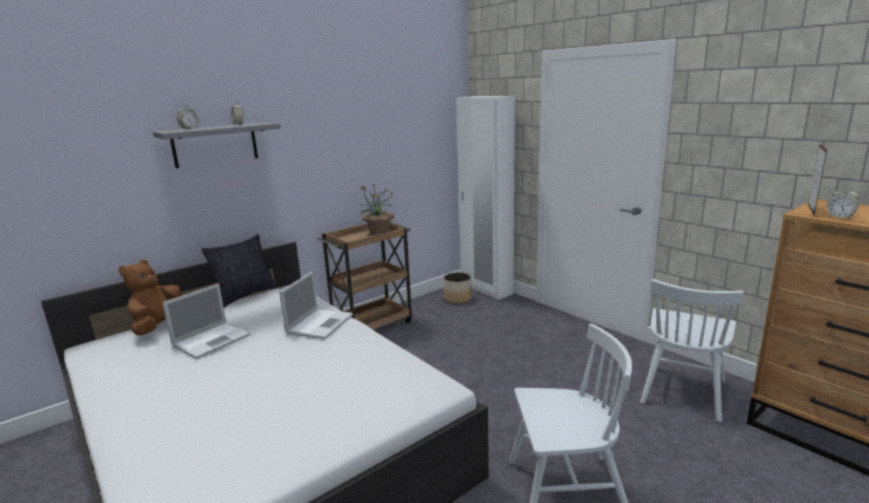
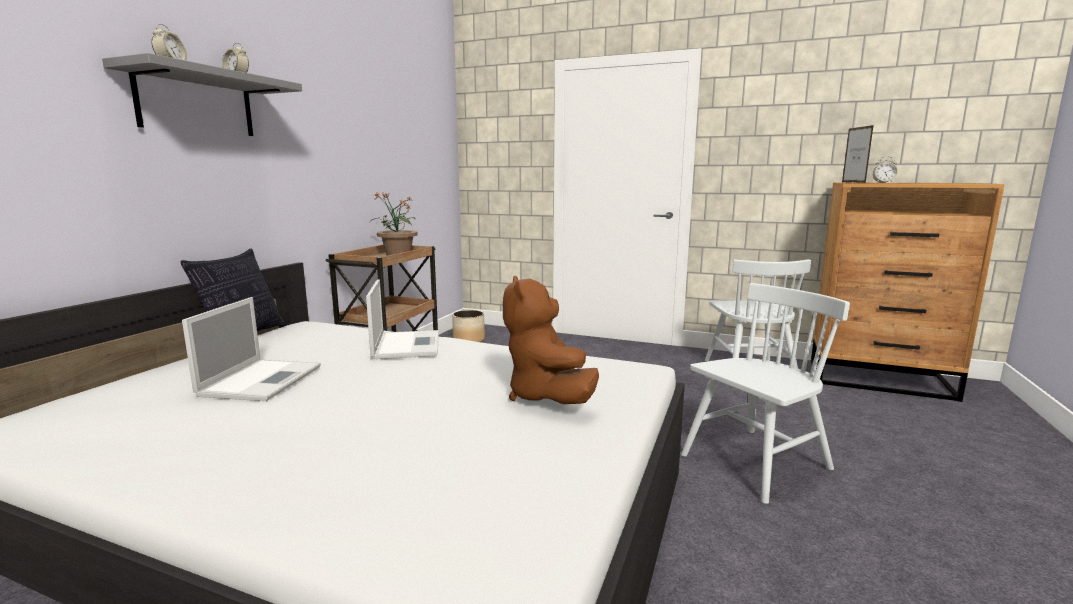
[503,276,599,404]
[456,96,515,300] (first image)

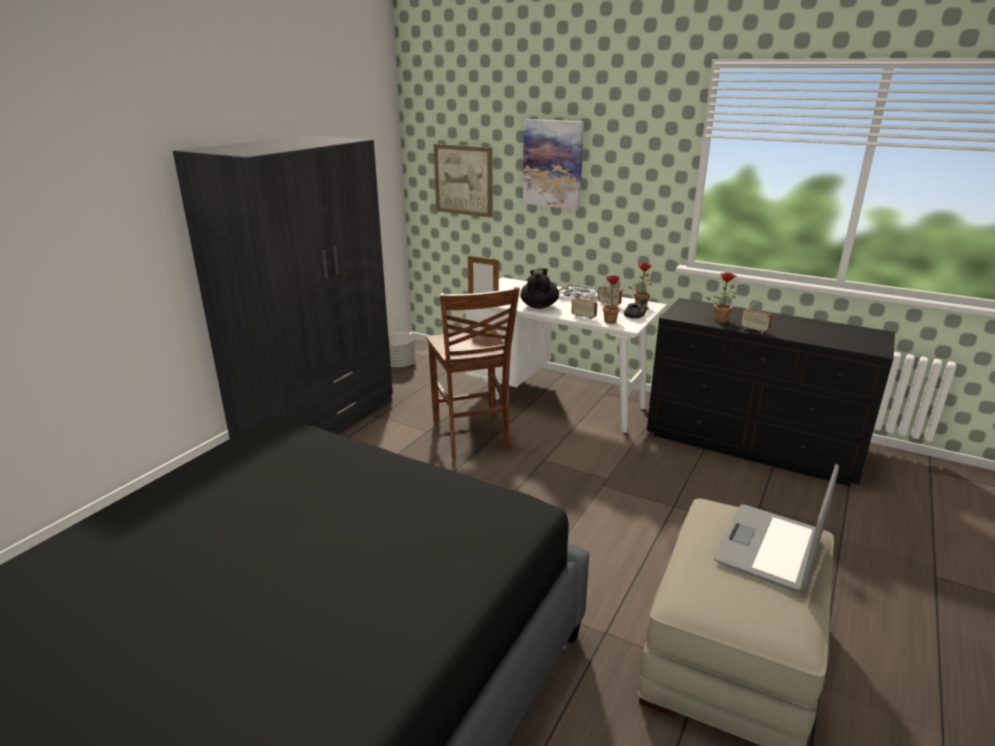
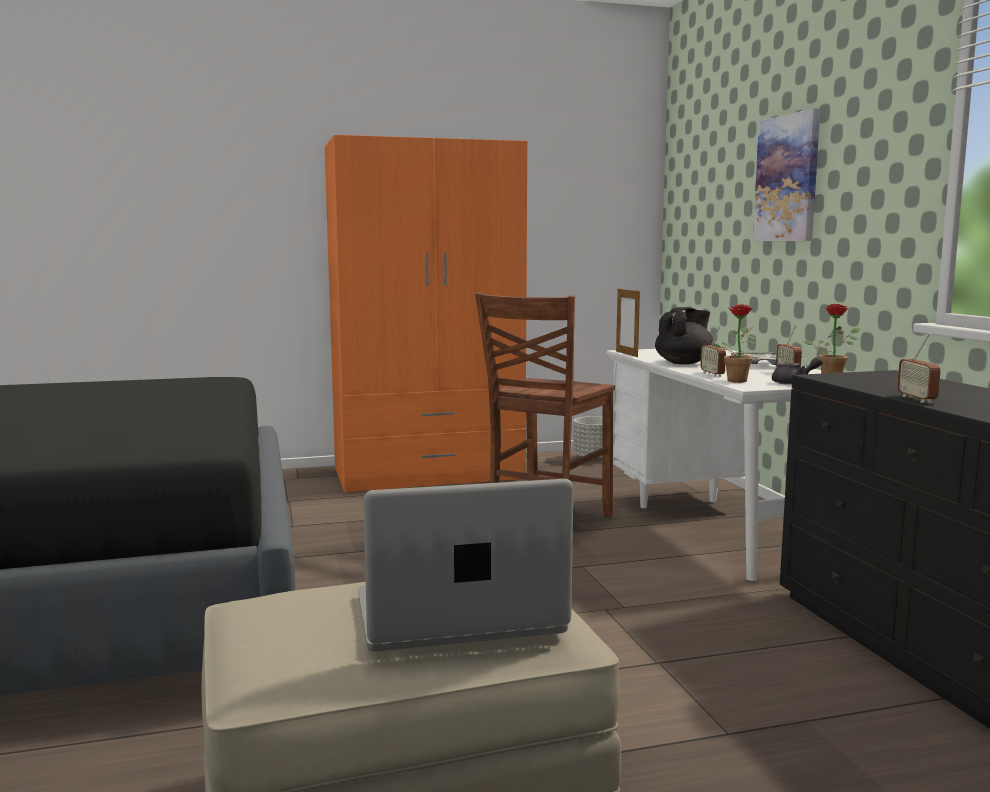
[325,135,528,493]
[434,144,493,217] (first image)
[706,273,737,323] (first image)

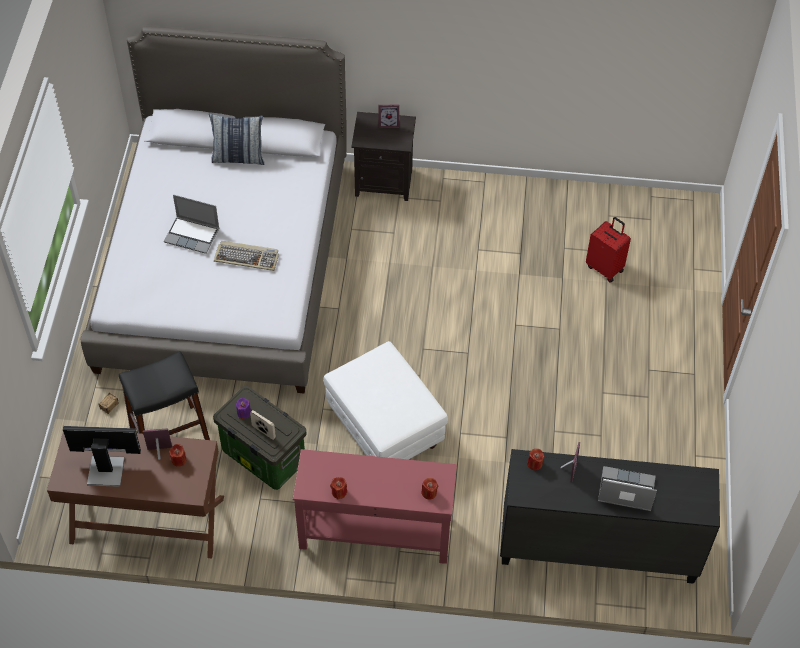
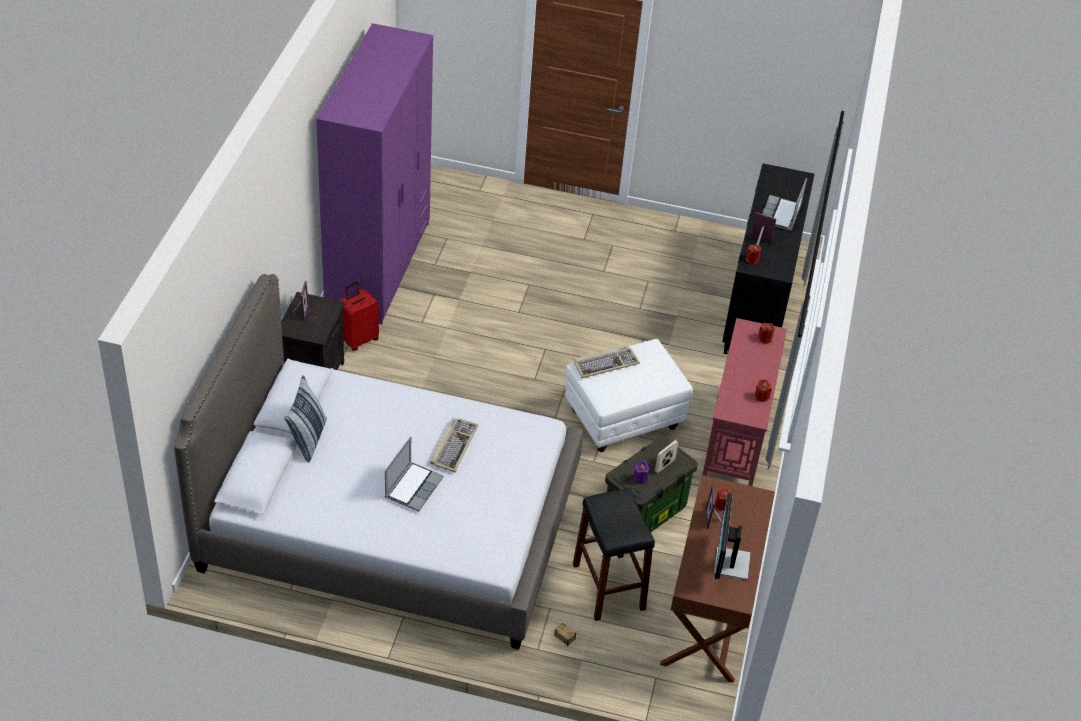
[316,23,433,324]
[339,281,379,351]
[574,345,640,378]

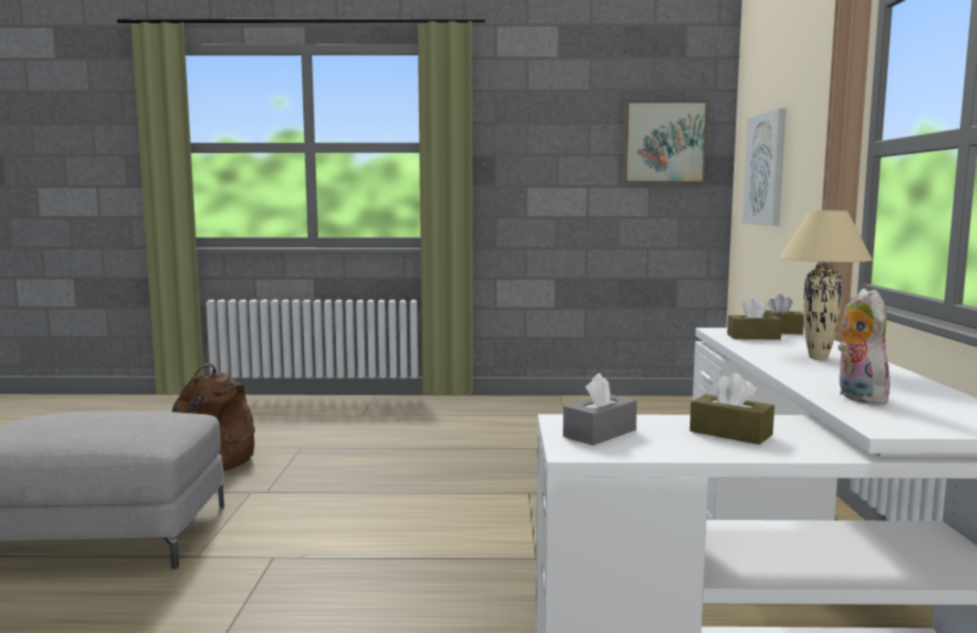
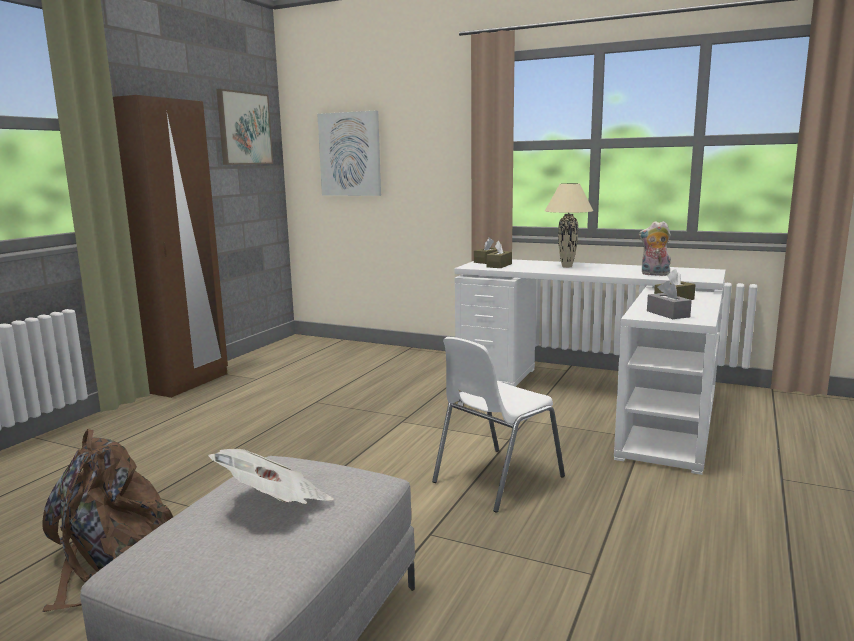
[113,95,228,398]
[208,449,334,504]
[432,337,565,513]

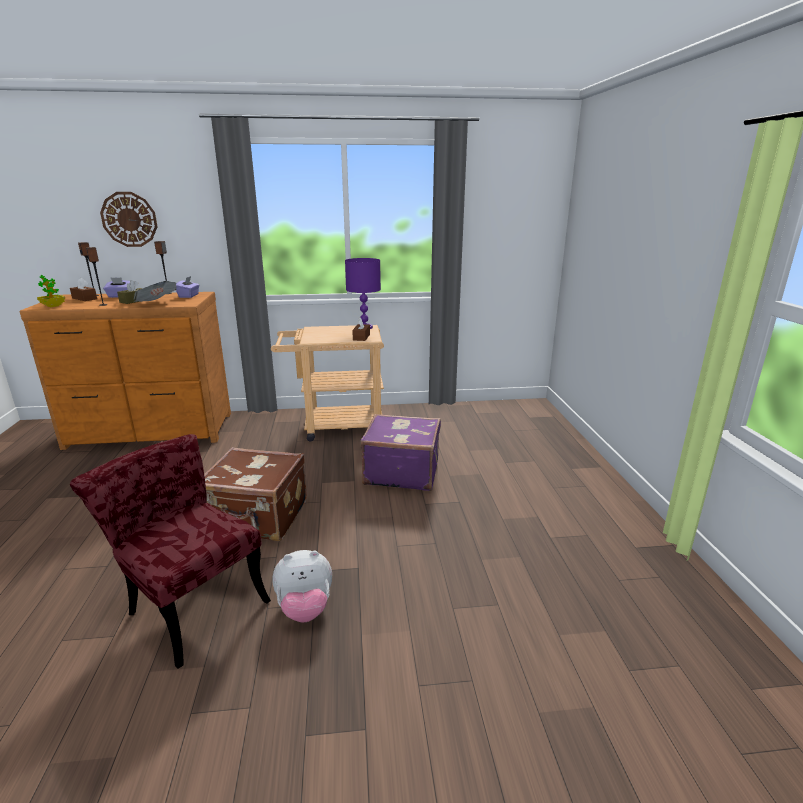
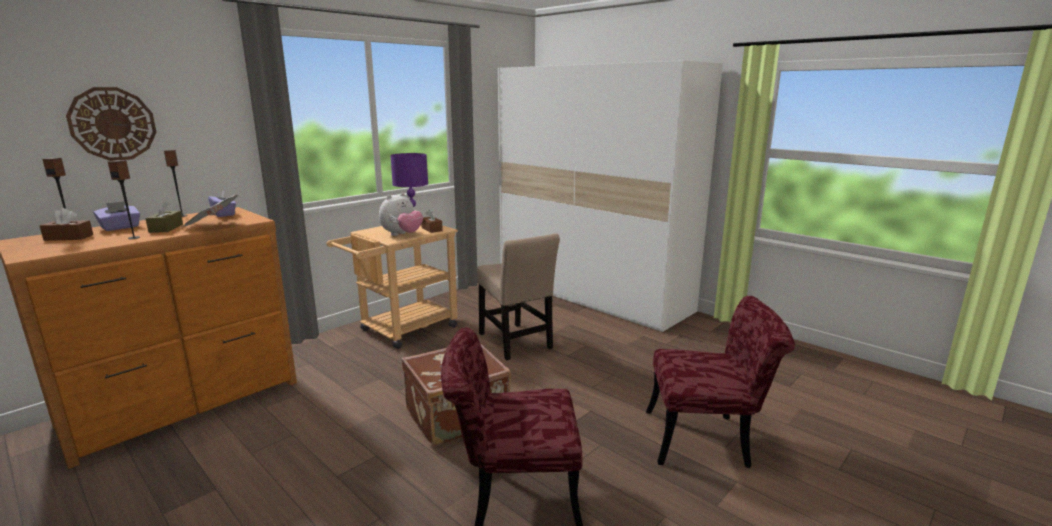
[379,193,423,236]
[477,233,560,360]
[498,60,723,332]
[646,296,795,468]
[37,275,65,307] (first image)

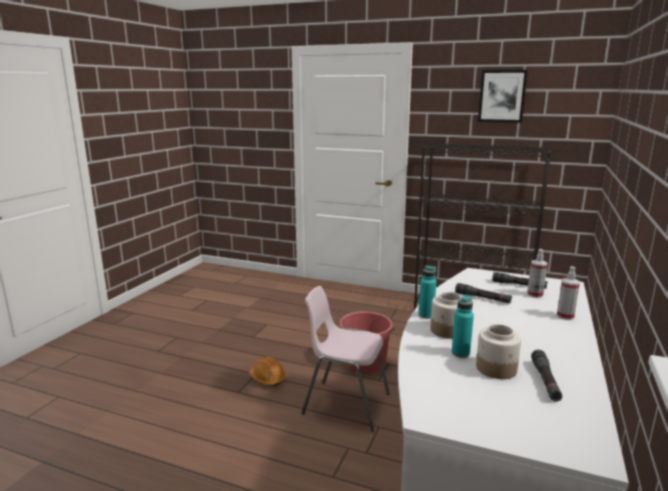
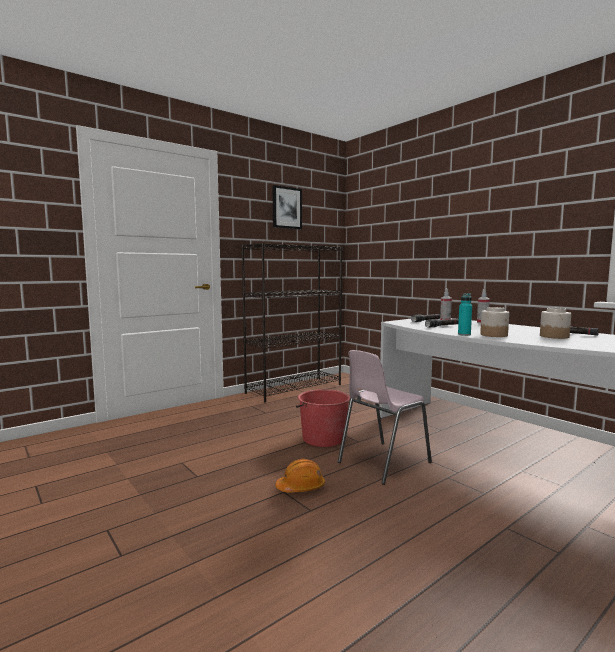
[452,295,474,358] (first image)

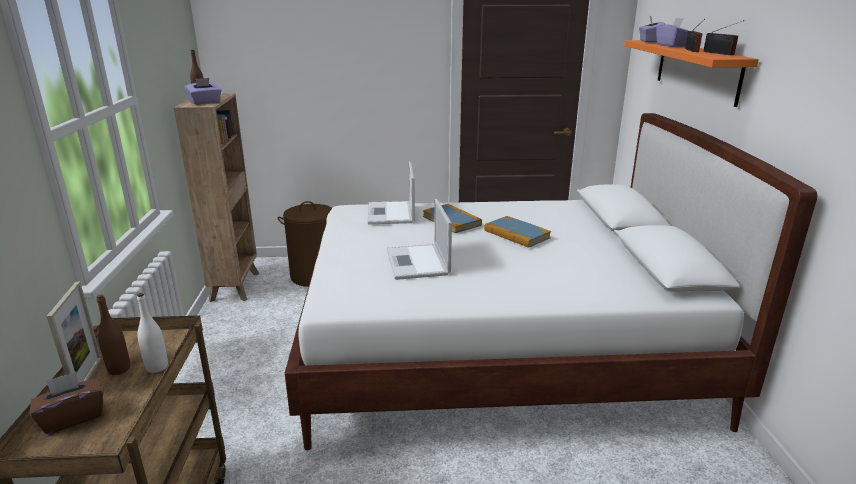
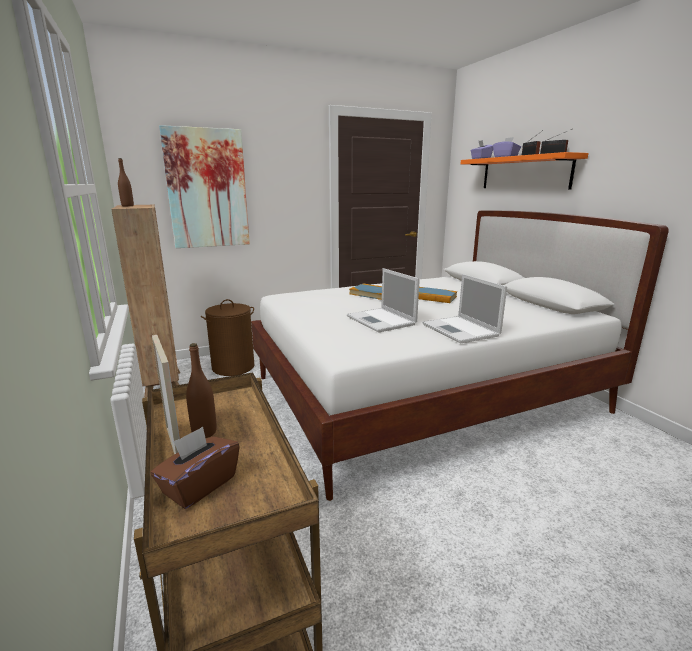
[159,125,250,248]
[422,274,507,344]
[137,293,168,373] (first image)
[184,78,222,104] (first image)

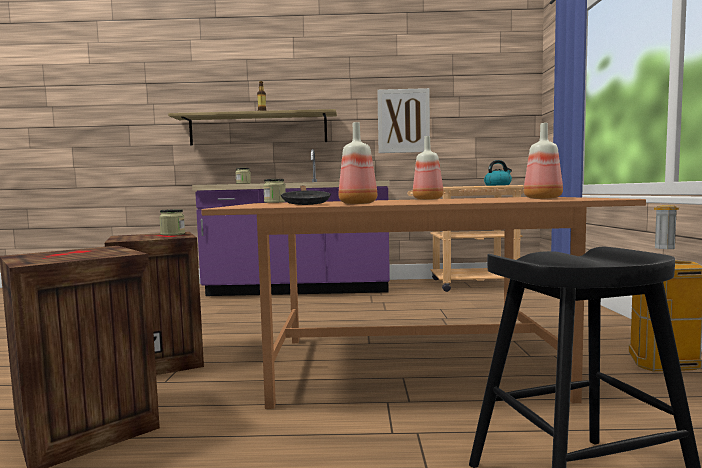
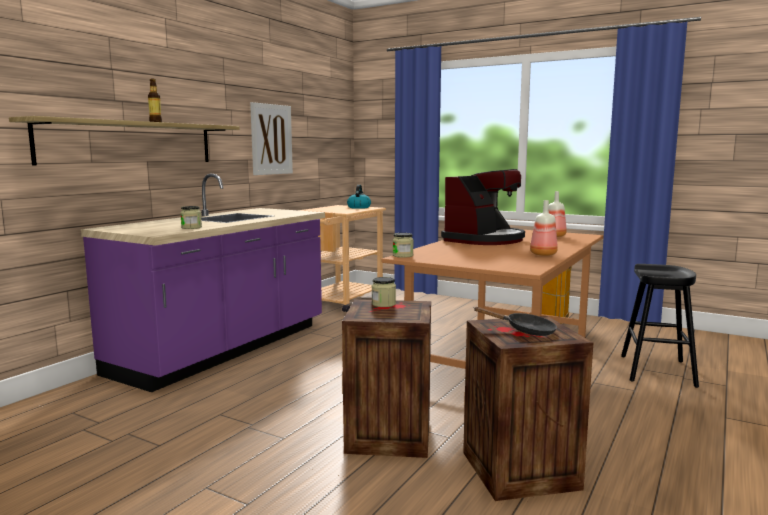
[441,169,525,245]
[473,307,557,336]

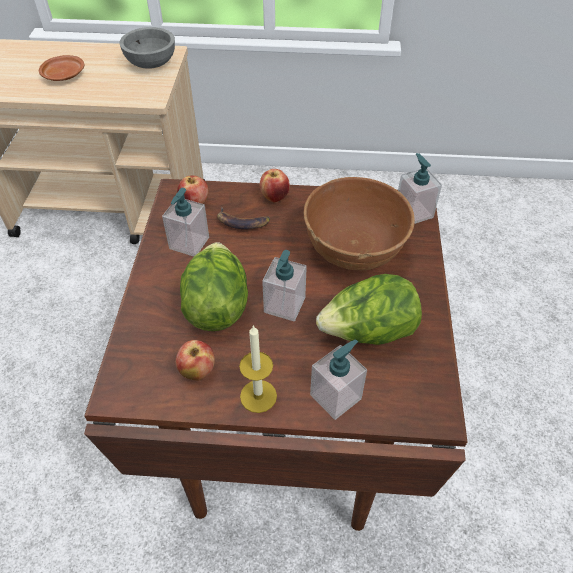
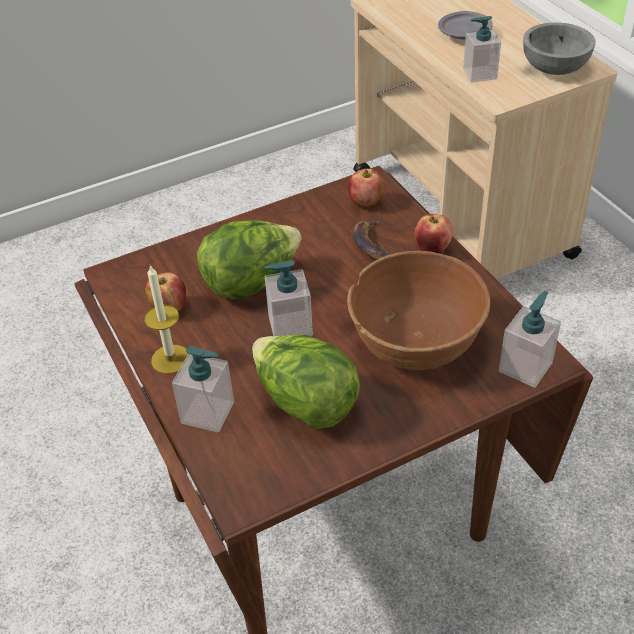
[438,11,493,40]
[463,16,501,83]

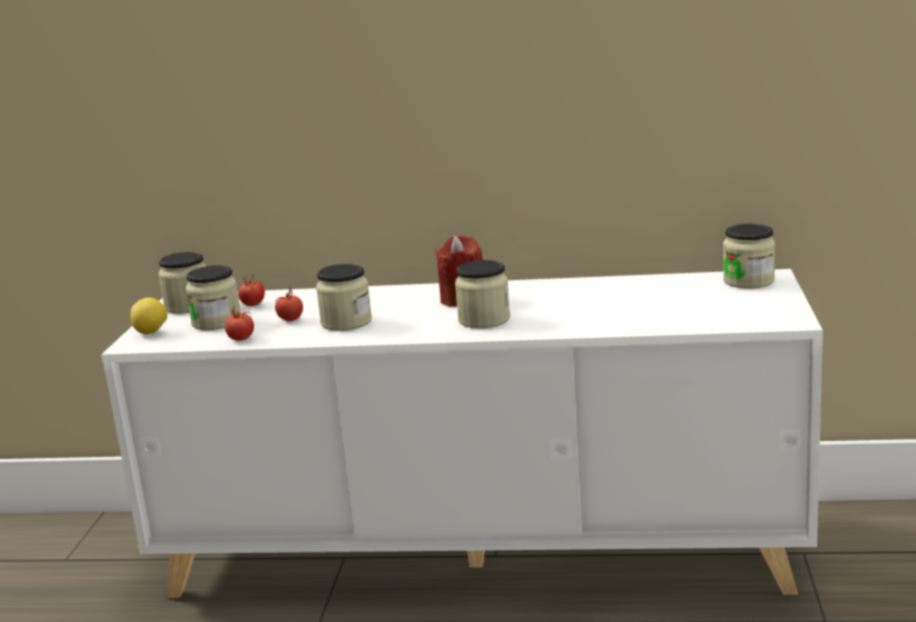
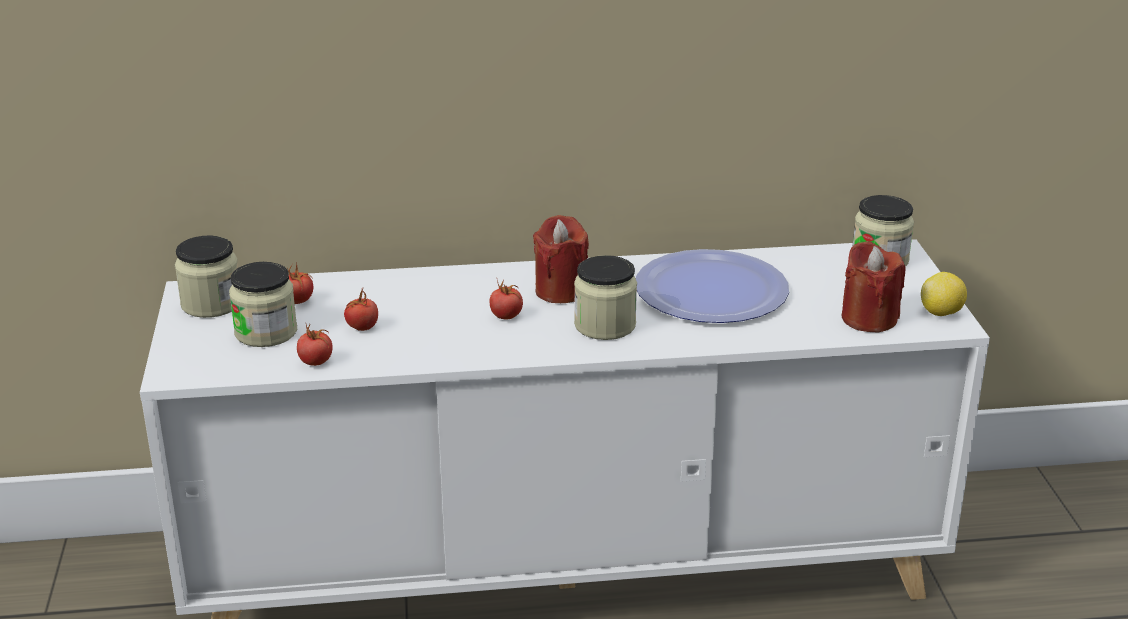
[490,280,523,320]
[636,249,789,323]
[842,241,905,332]
[921,272,967,316]
[316,264,372,331] (first image)

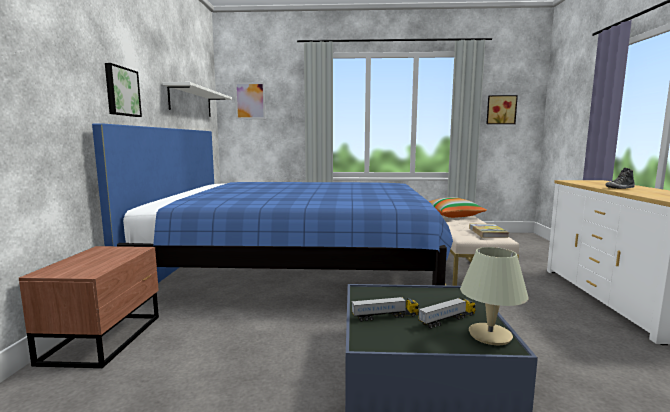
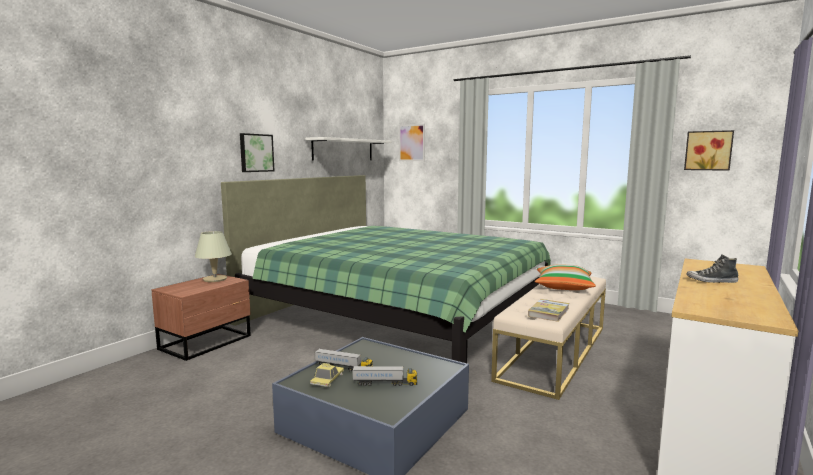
[195,231,232,282]
[221,175,551,363]
[310,363,344,387]

